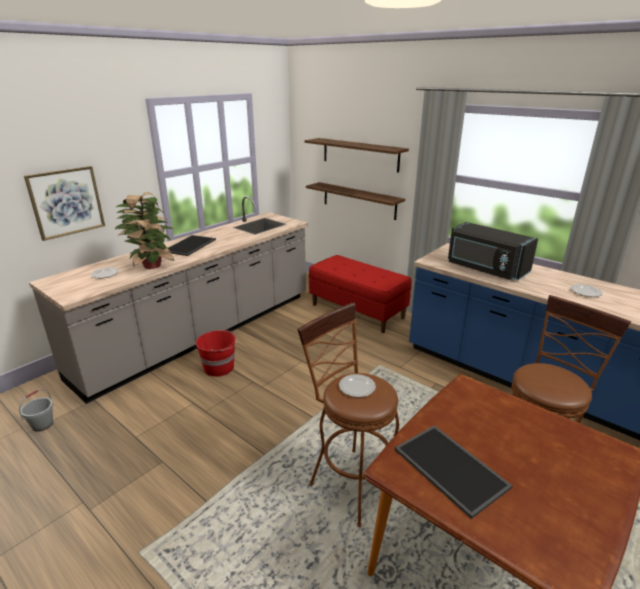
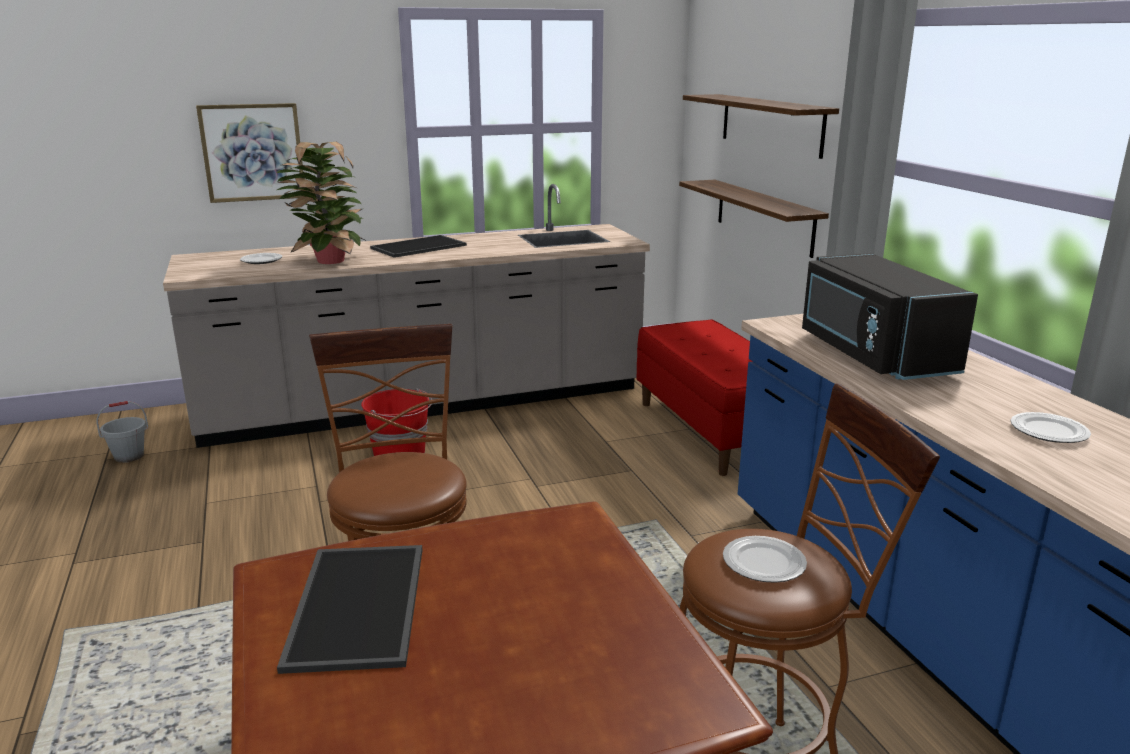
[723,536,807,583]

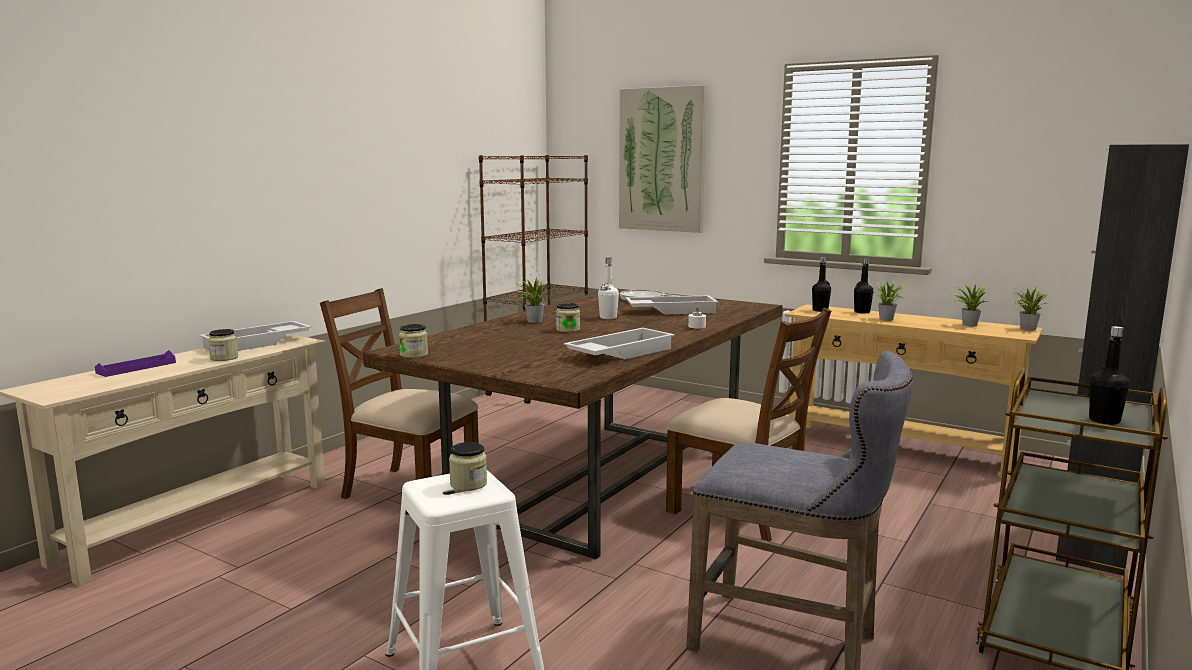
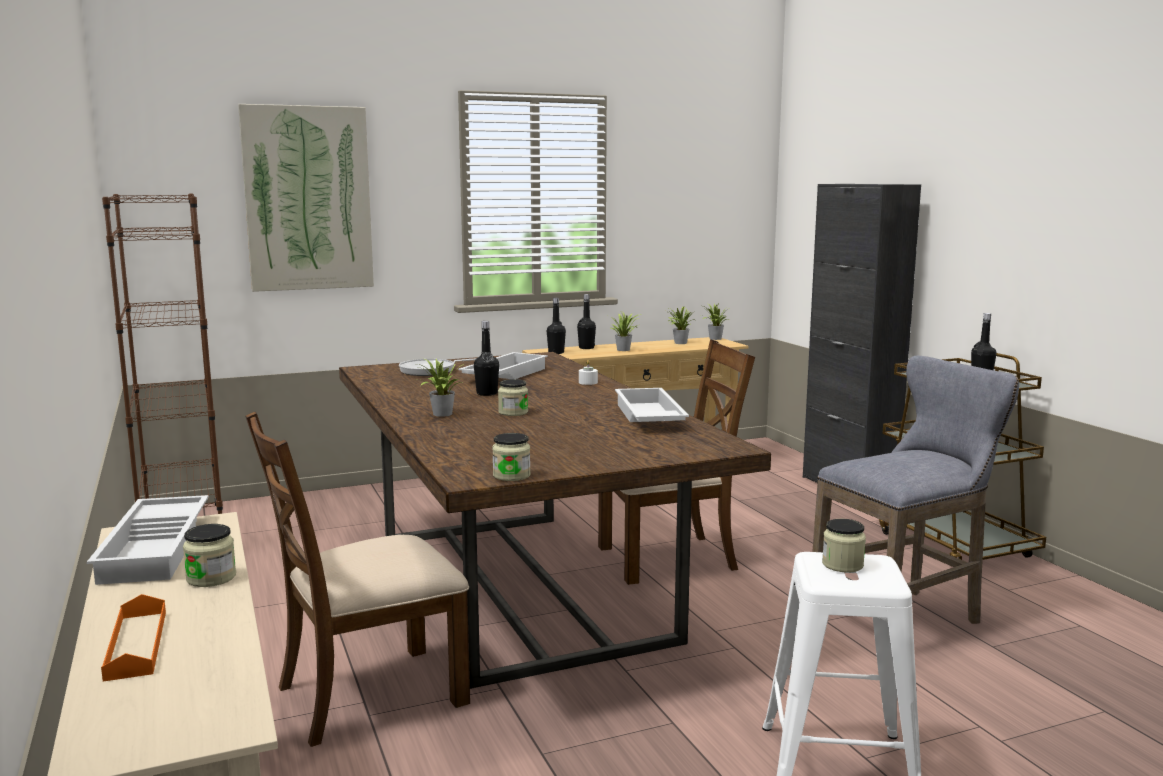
[101,594,166,682]
[474,321,499,396]

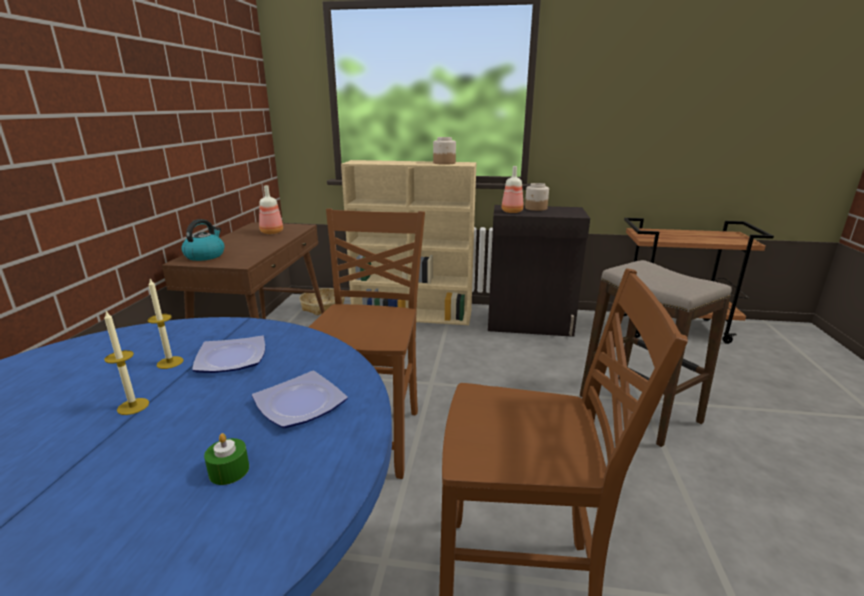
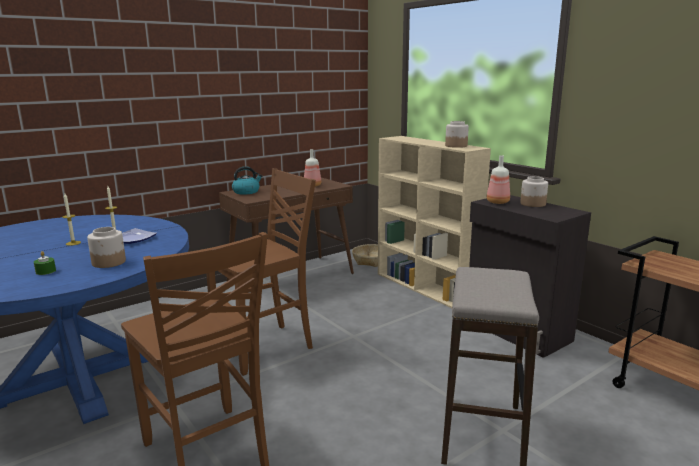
[87,227,126,268]

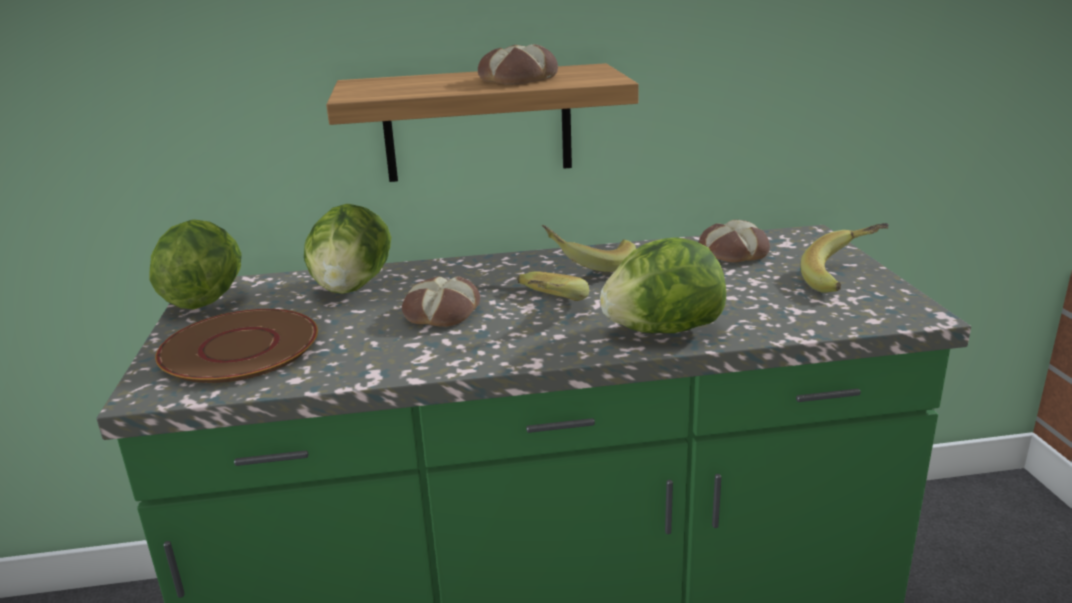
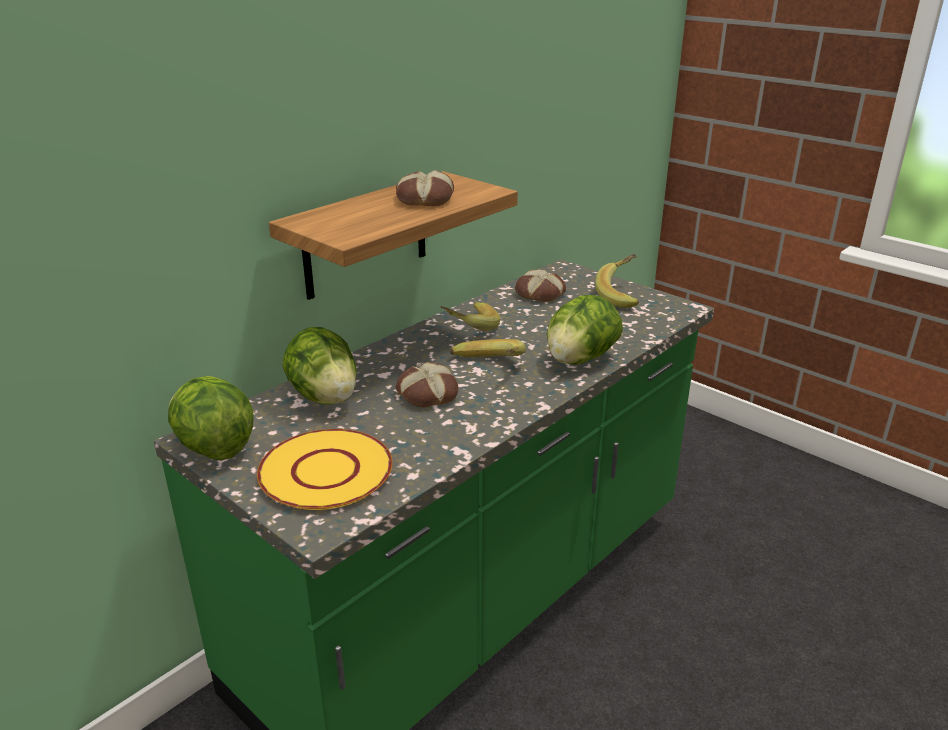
[257,429,393,510]

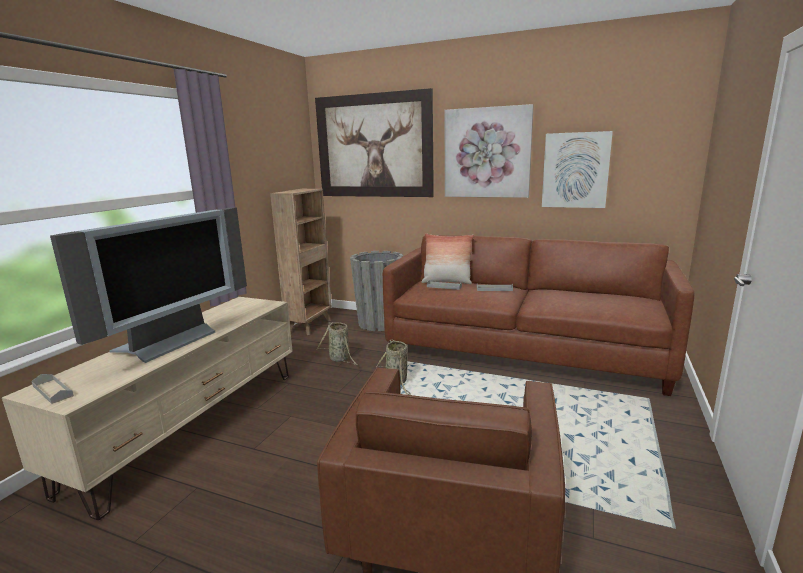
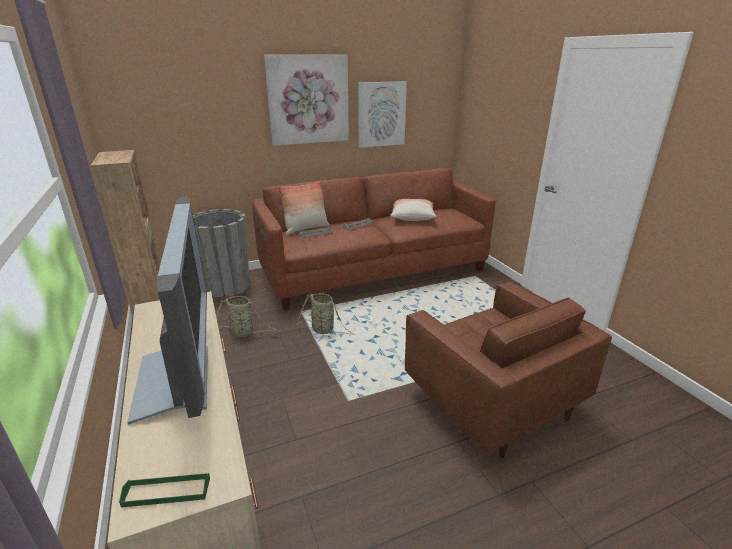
[119,473,210,508]
[390,199,437,221]
[315,88,434,197] (first image)

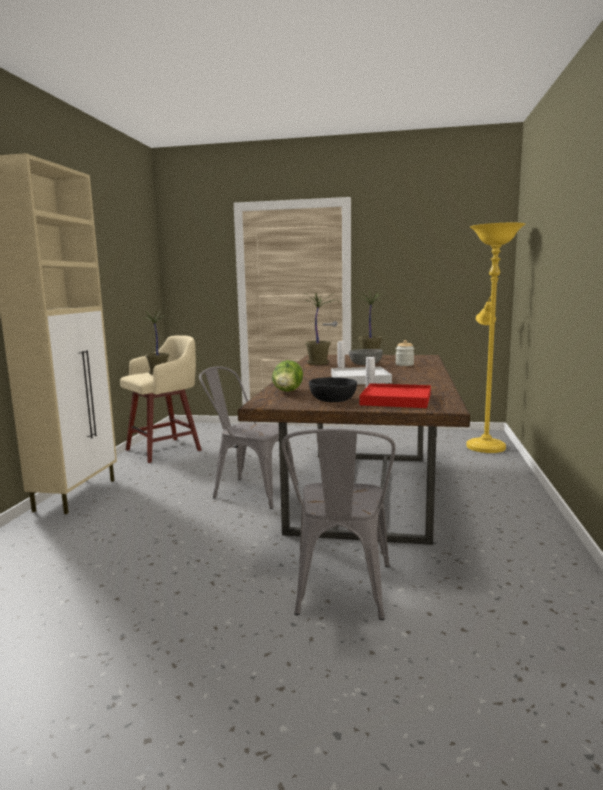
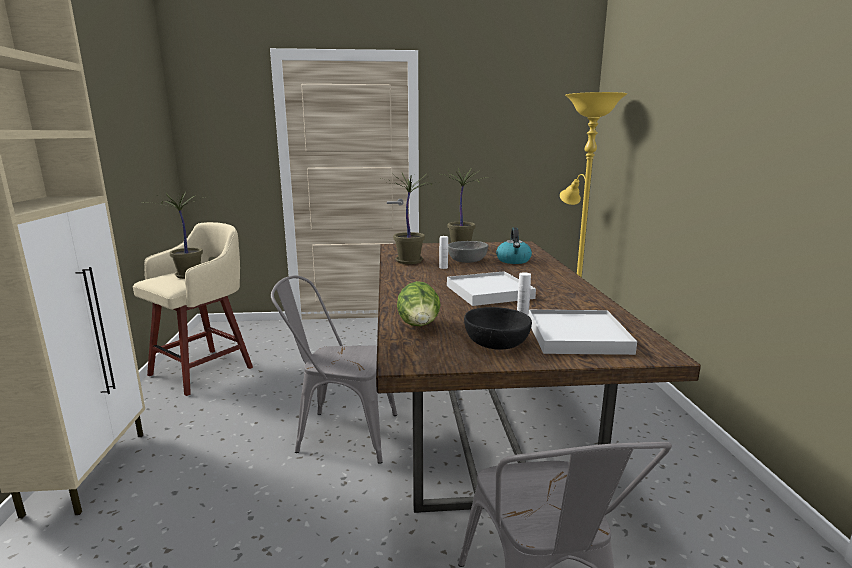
[496,227,532,264]
[528,310,637,355]

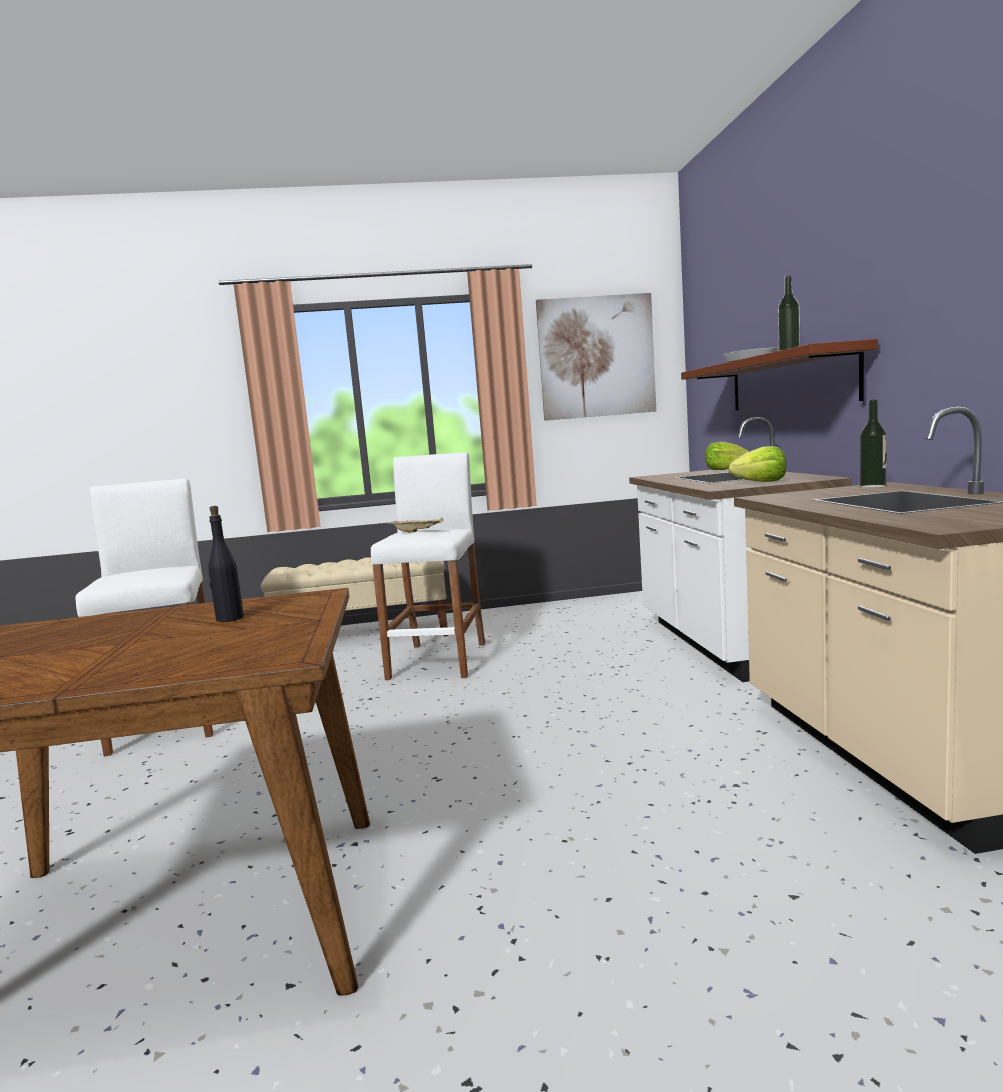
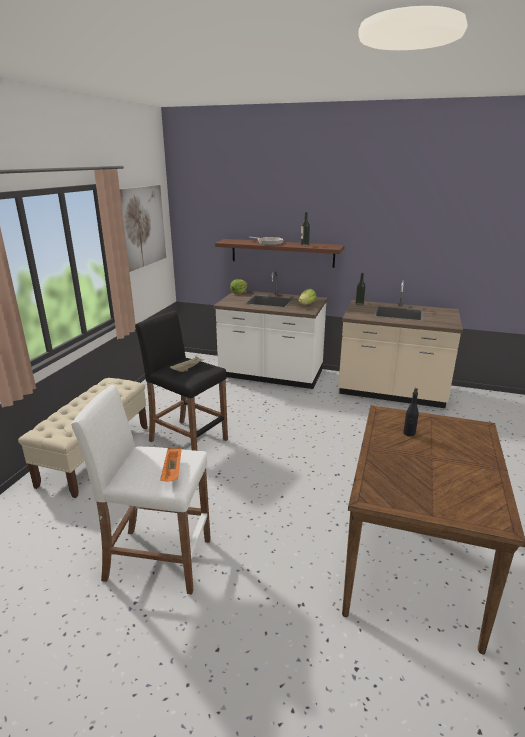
[135,311,228,451]
[160,447,182,482]

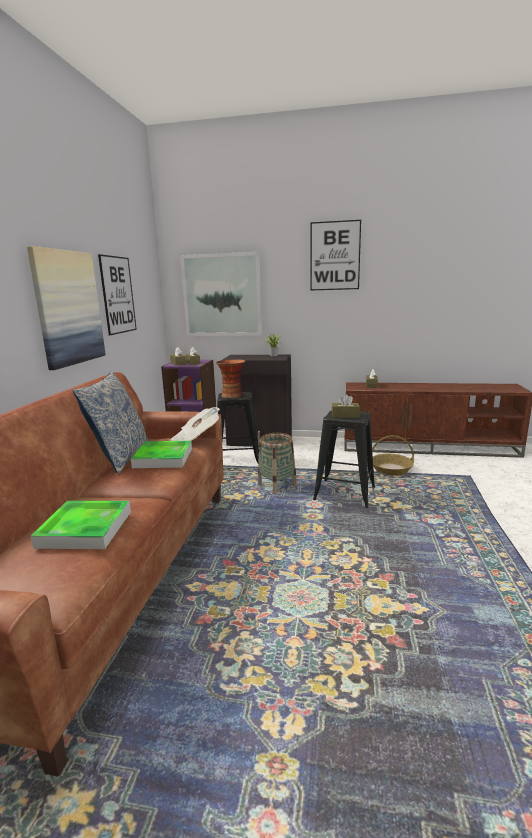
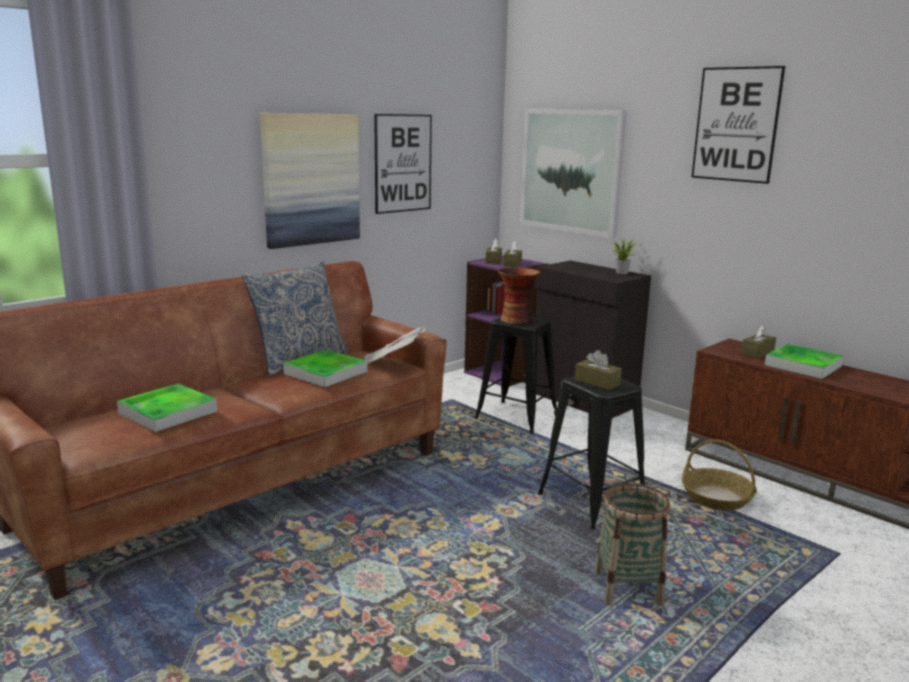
[595,483,670,606]
[765,344,844,379]

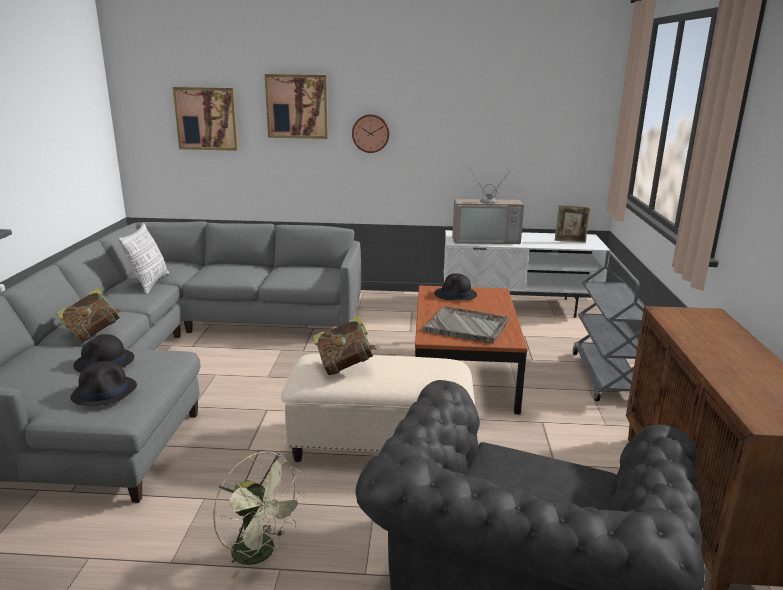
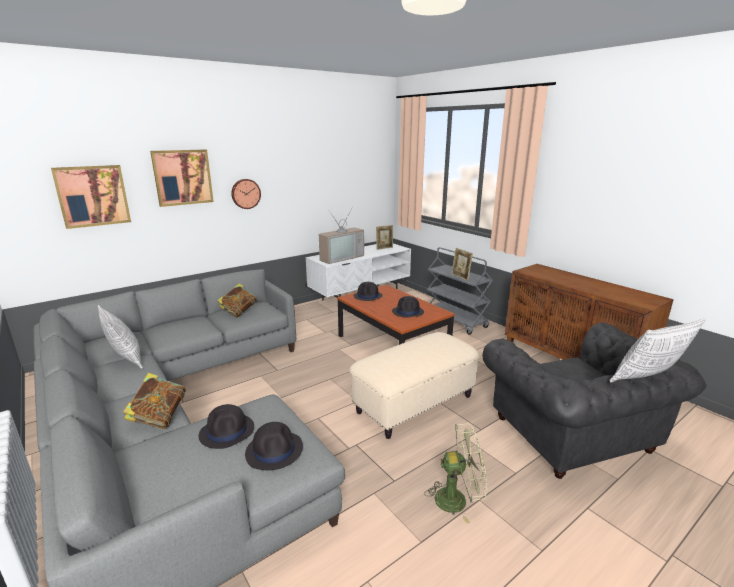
[217,283,257,318]
[392,296,424,318]
[452,248,473,281]
[609,318,705,383]

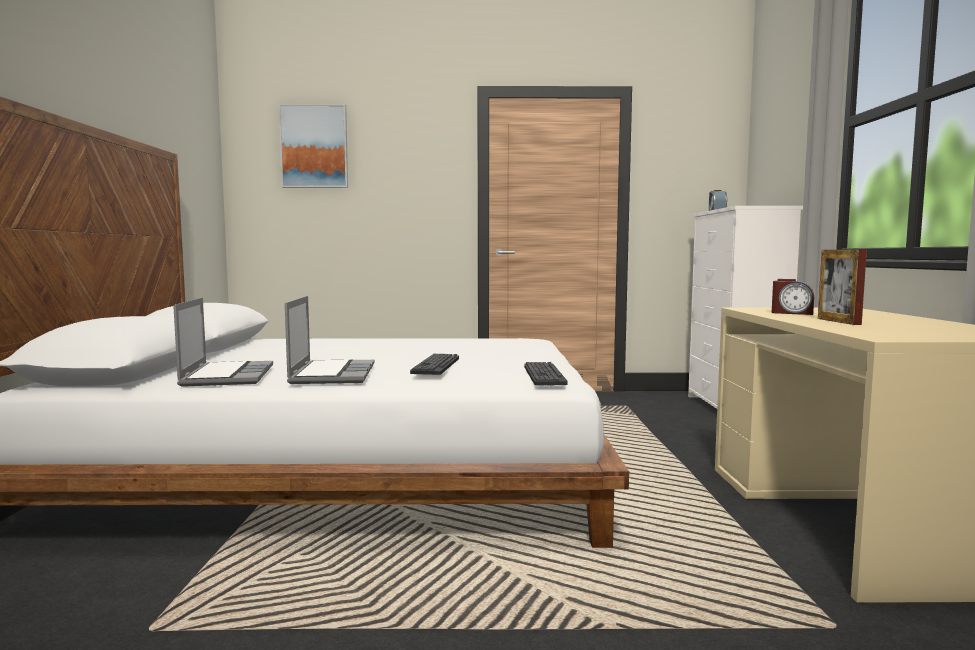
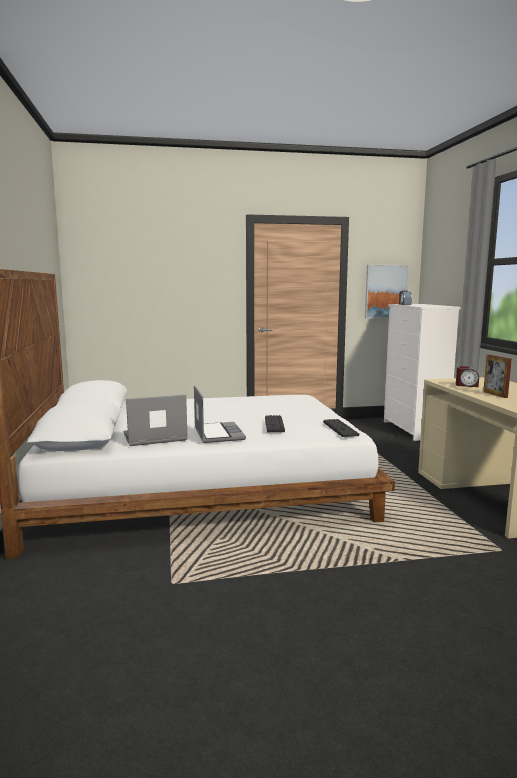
[124,395,188,446]
[365,265,409,319]

